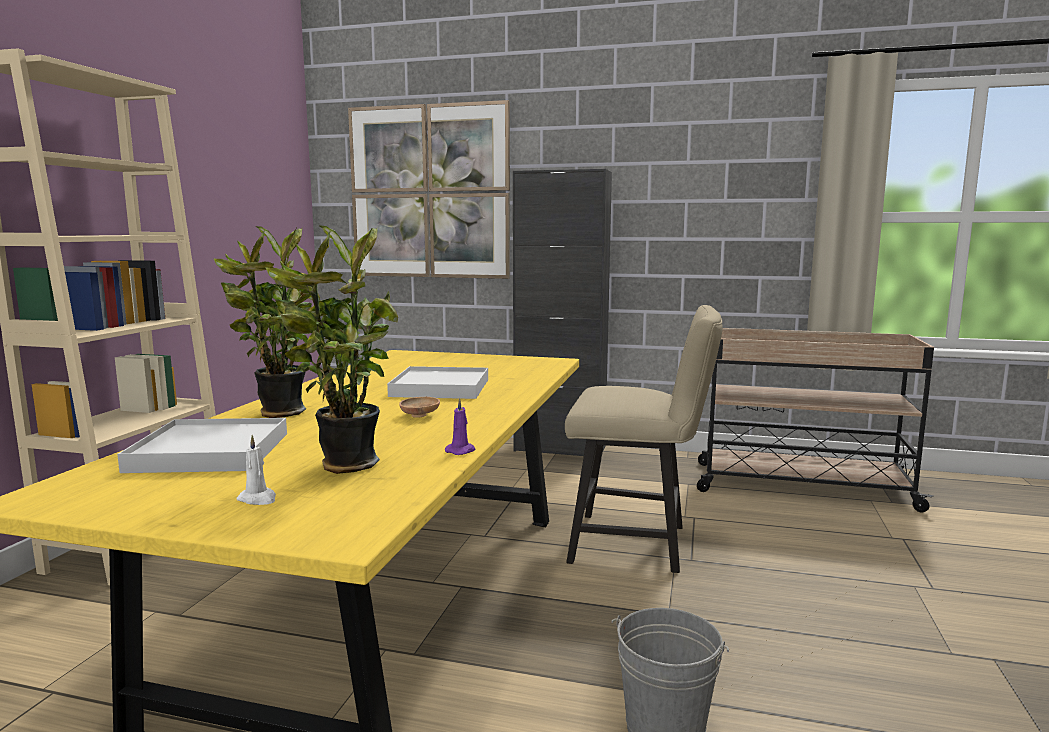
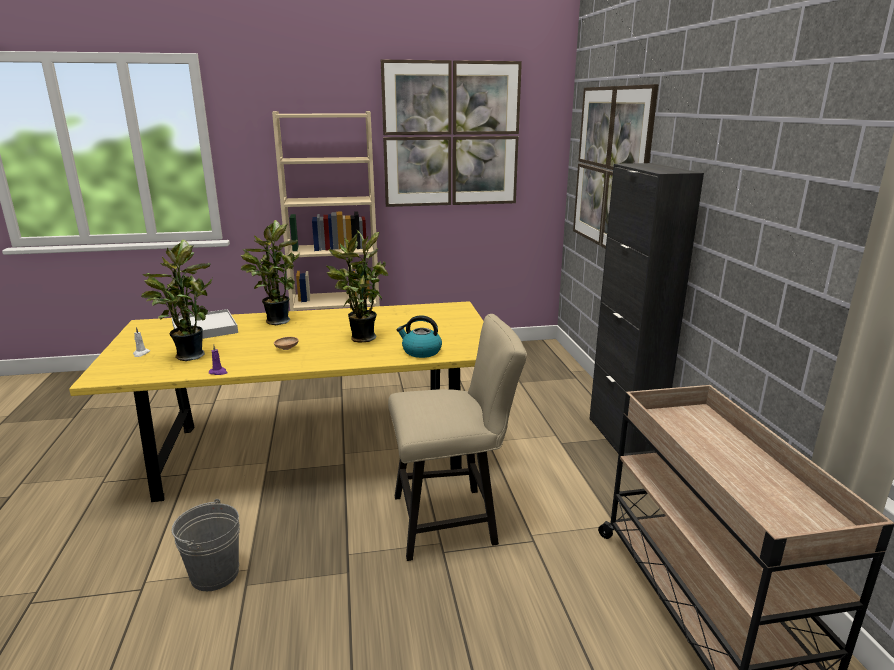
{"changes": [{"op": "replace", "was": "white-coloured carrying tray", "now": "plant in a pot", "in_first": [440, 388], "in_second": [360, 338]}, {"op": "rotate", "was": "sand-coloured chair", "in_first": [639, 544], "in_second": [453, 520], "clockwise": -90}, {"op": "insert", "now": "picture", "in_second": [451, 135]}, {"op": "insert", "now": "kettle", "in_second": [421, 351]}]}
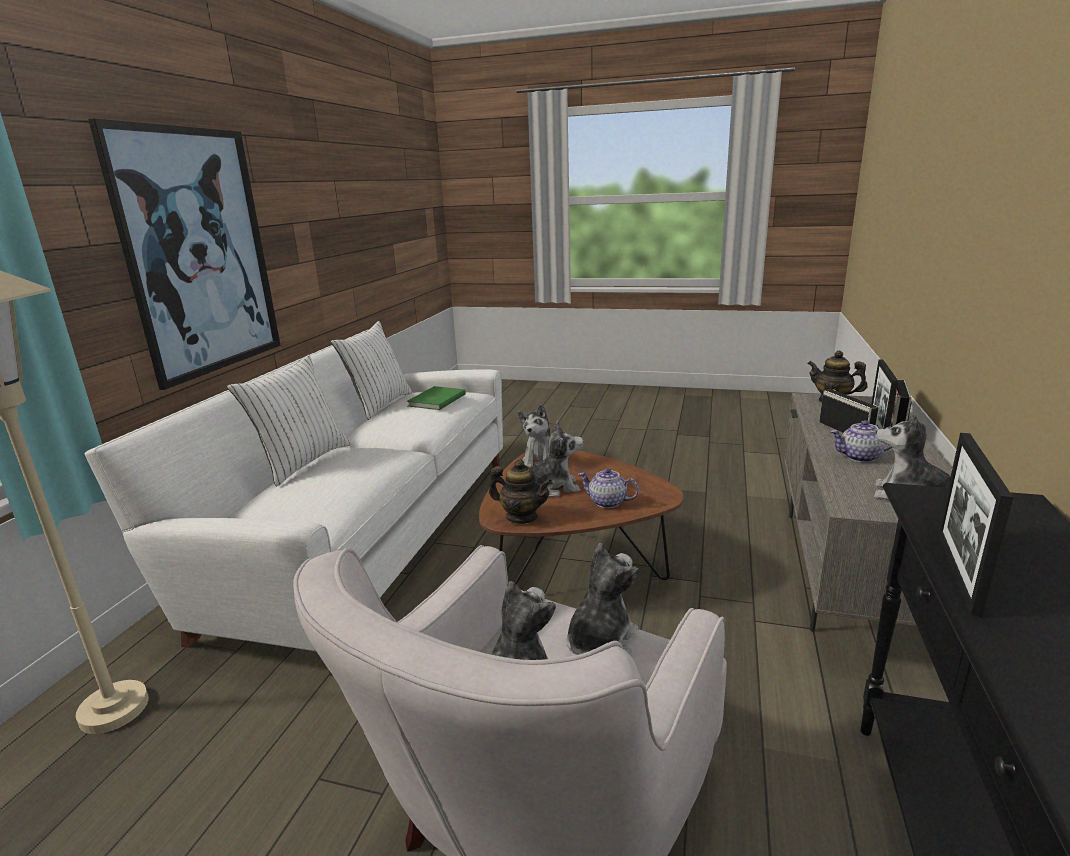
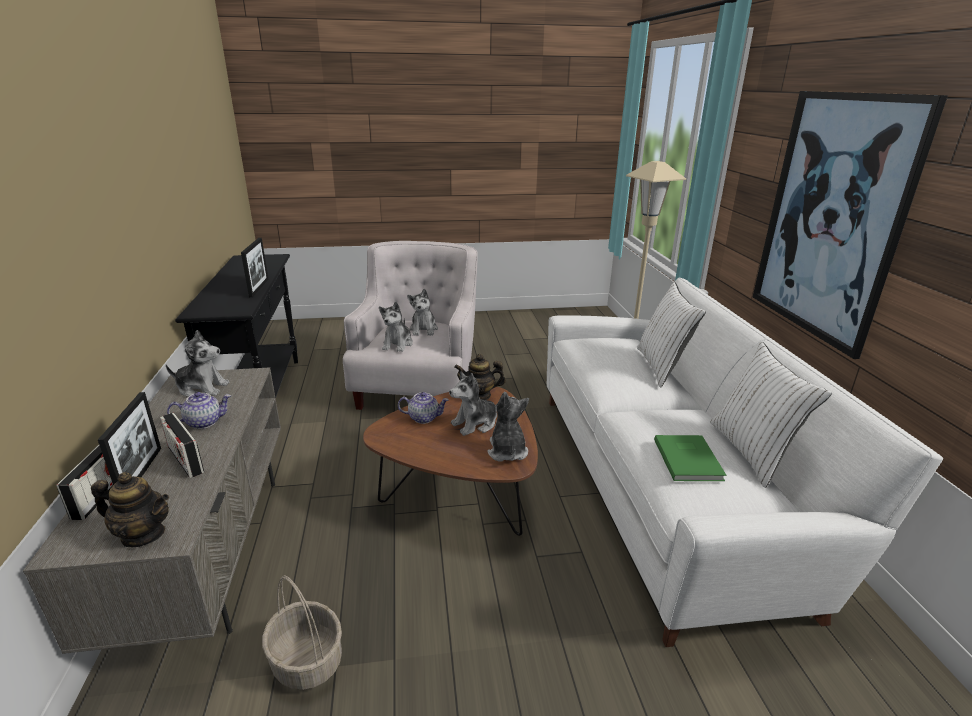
{"changes": [{"op": "insert", "now": "household basket", "in_second": [306, 661]}]}
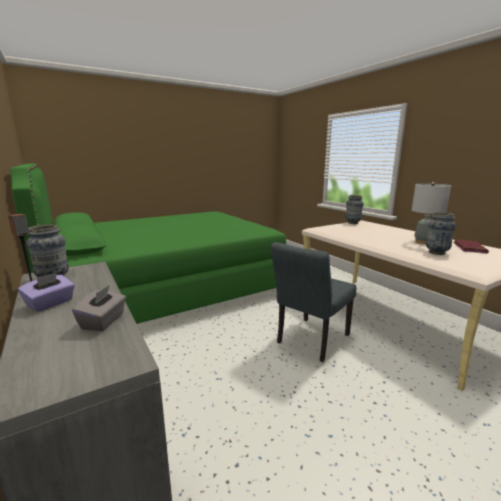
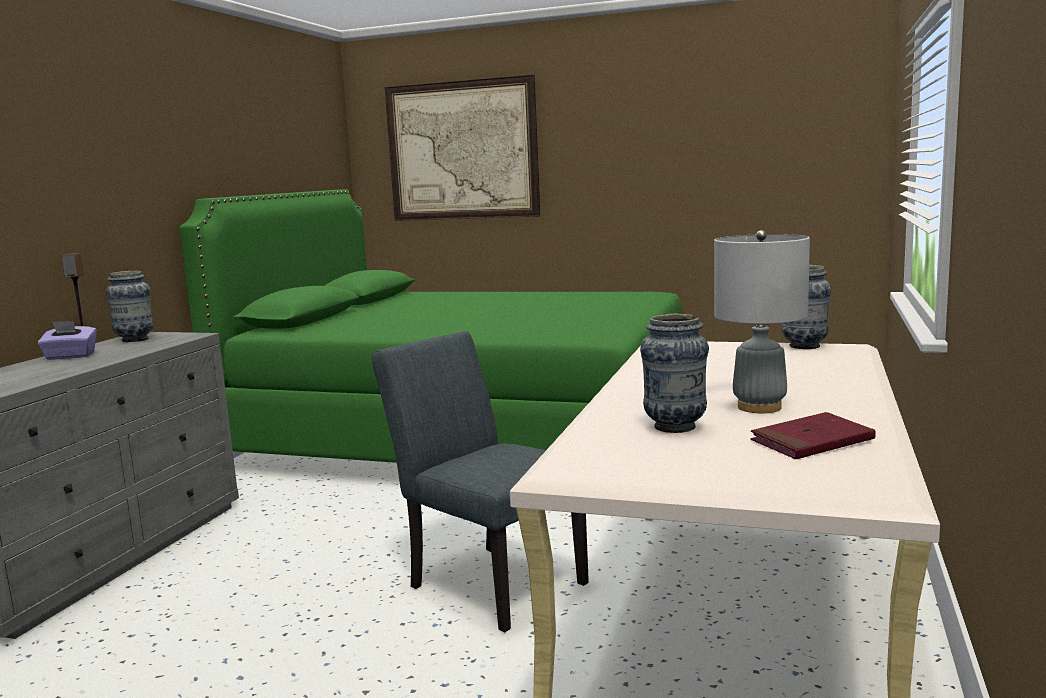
{"changes": [{"op": "delete", "was": "greyish box of tissues", "in_first": [103, 321]}, {"op": "rotate", "was": "greyish chair", "in_first": [310, 341], "in_second": [488, 581], "clockwise": 45}, {"op": "insert", "now": "picture", "in_second": [462, 151]}]}
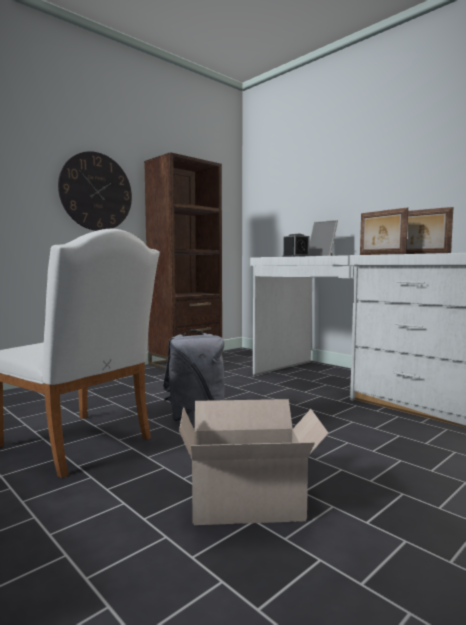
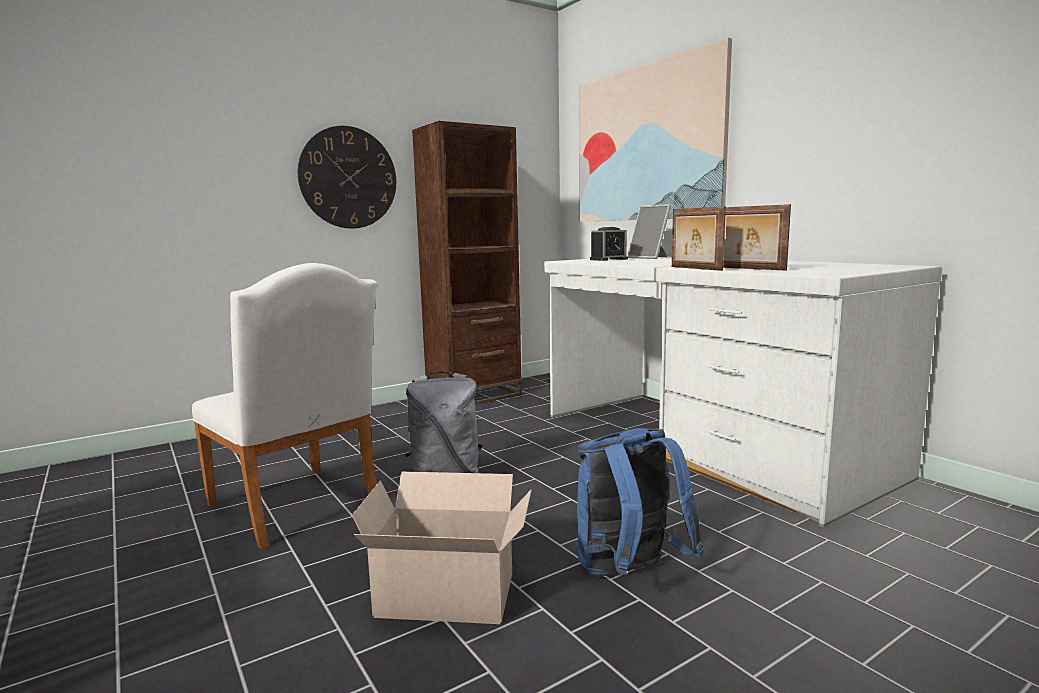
{"changes": [{"op": "insert", "now": "blue backpack", "in_second": [629, 574]}, {"op": "insert", "now": "picture", "in_second": [646, 144]}]}
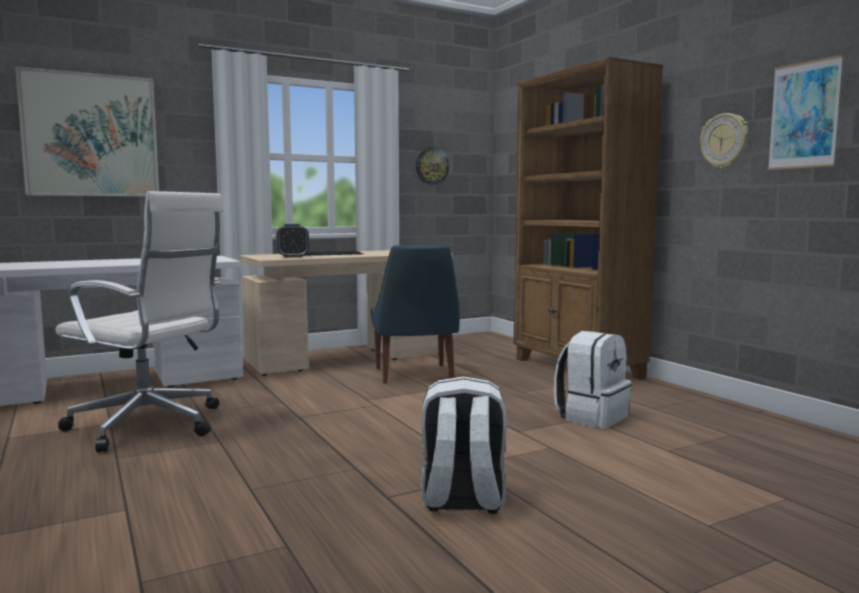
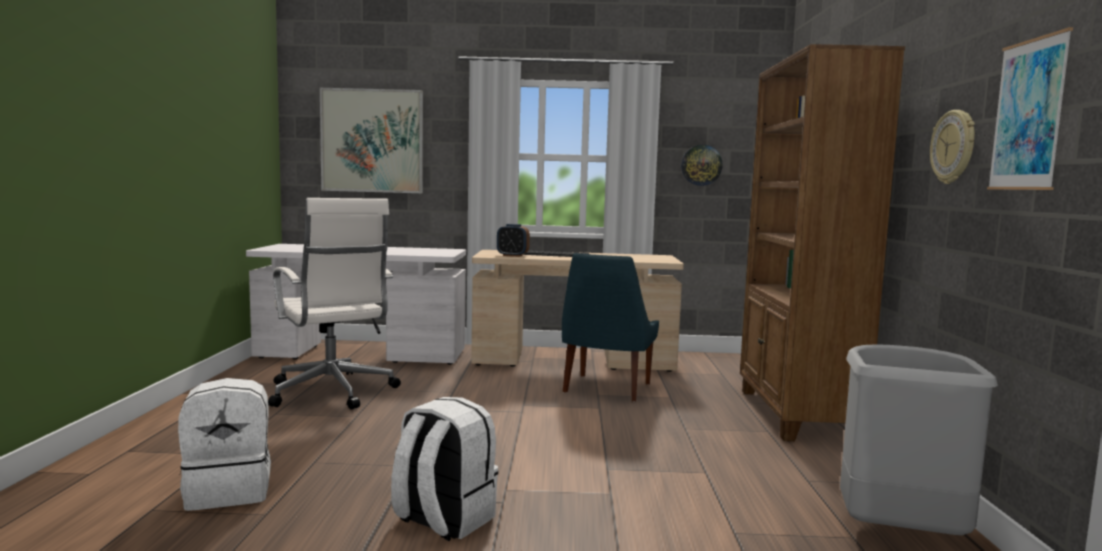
{"changes": [{"op": "move", "was": "white-coloured backpack", "in_first": [591, 417], "in_second": [229, 491]}, {"op": "insert", "now": "greyish rubbish bin", "in_second": [897, 535]}]}
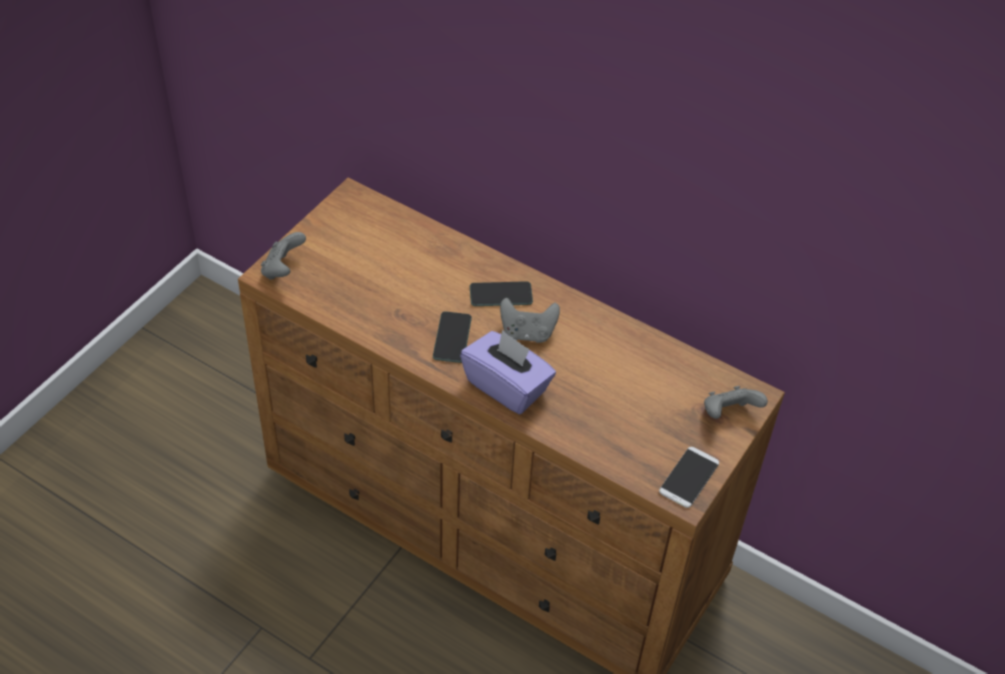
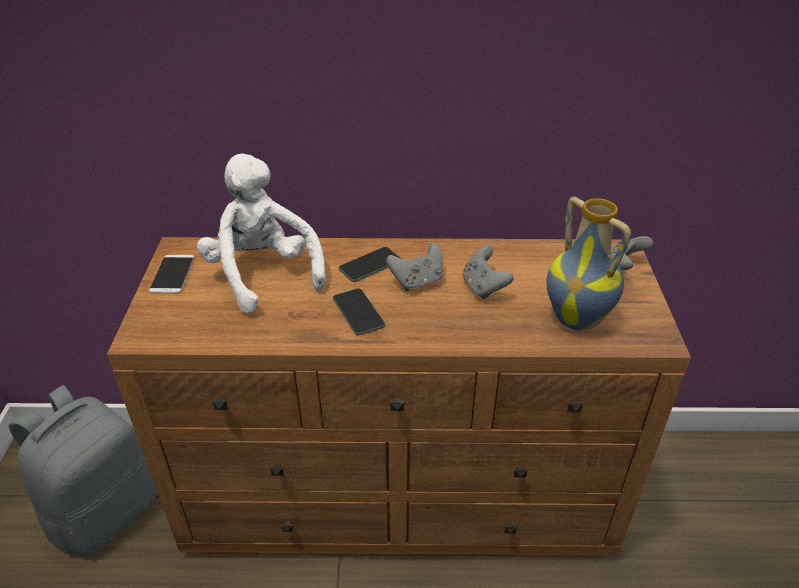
{"changes": [{"op": "move", "was": "greyish game controller", "in_first": [283, 269], "in_second": [483, 287]}, {"op": "delete", "was": "purplish box of tissues", "in_first": [507, 386]}, {"op": "move", "was": "telephone", "in_first": [689, 477], "in_second": [172, 274]}, {"op": "insert", "now": "greyish backpack", "in_second": [105, 512]}, {"op": "insert", "now": "white-coloured plush toy", "in_second": [263, 274]}, {"op": "insert", "now": "decorative vase", "in_second": [578, 318]}]}
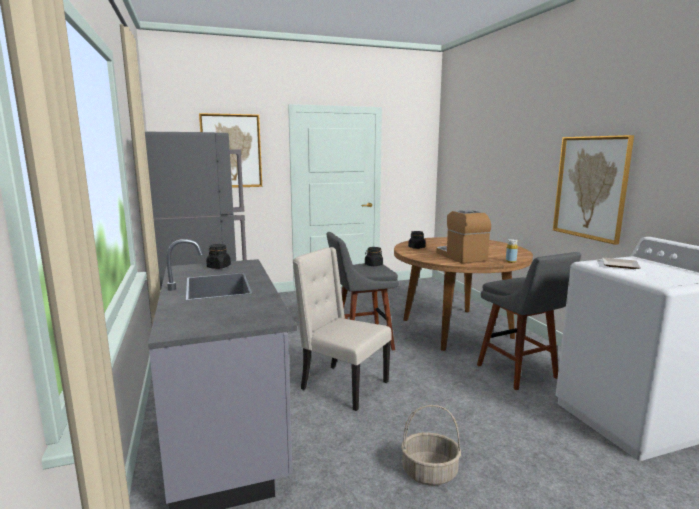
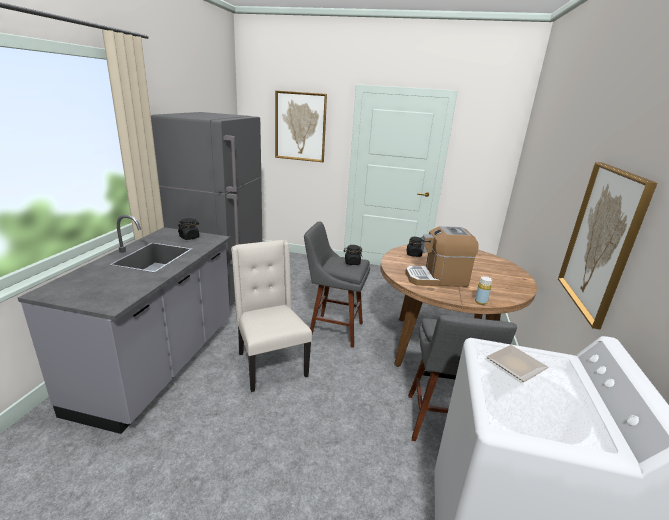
{"changes": [{"op": "delete", "was": "household basket", "in_first": [429, 473]}, {"op": "rotate", "was": "coffee machine", "in_first": [460, 256], "in_second": [437, 278], "clockwise": -105}]}
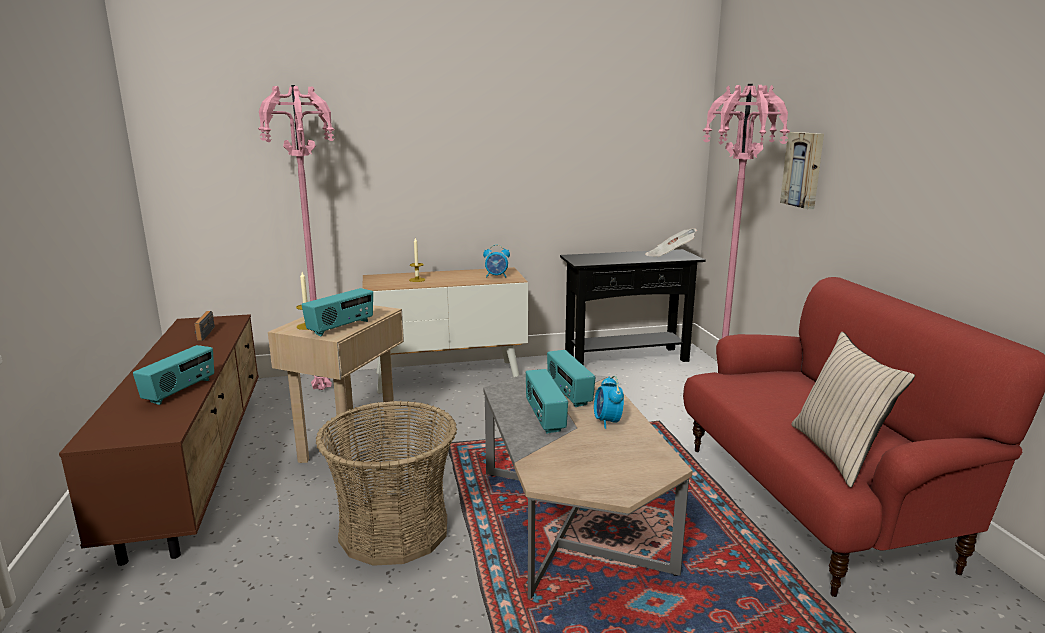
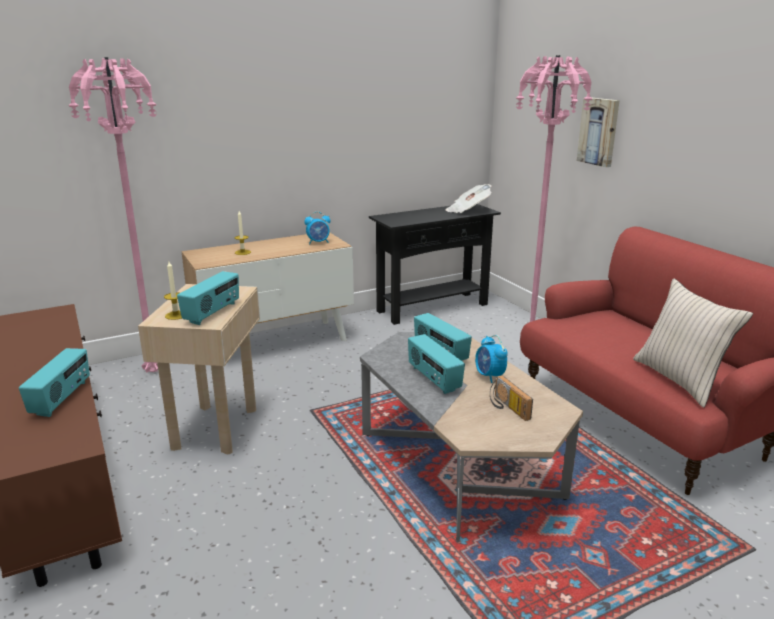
{"changes": [{"op": "move", "was": "radio", "in_first": [202, 334], "in_second": [507, 408]}, {"op": "delete", "was": "household basket", "in_first": [394, 530]}]}
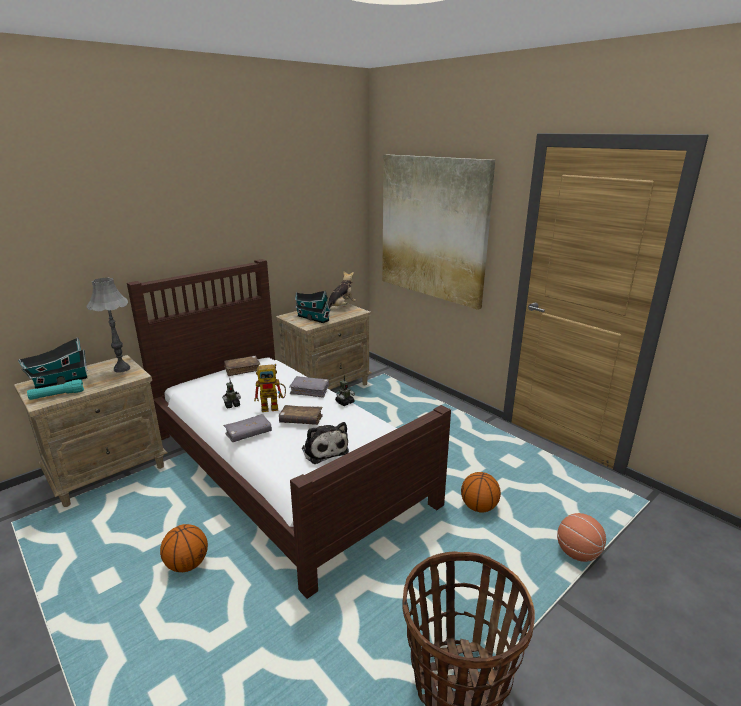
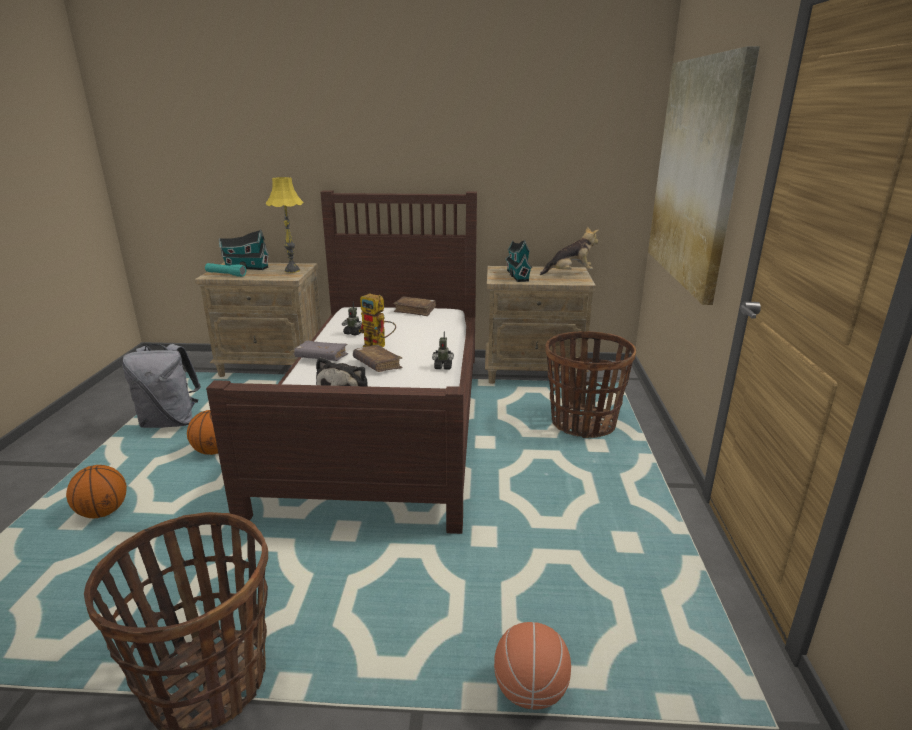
{"changes": [{"op": "recolor", "was": "greyish lamp for a table", "now": "yellow lamp for a table", "in_first": [122, 369], "in_second": [292, 271]}, {"op": "delete", "was": "greyish volume", "in_first": [310, 390]}, {"op": "move", "was": "basketball", "in_first": [478, 507], "in_second": [103, 512]}, {"op": "insert", "now": "greyish backpack", "in_second": [171, 422]}, {"op": "insert", "now": "household basket", "in_second": [582, 423]}]}
